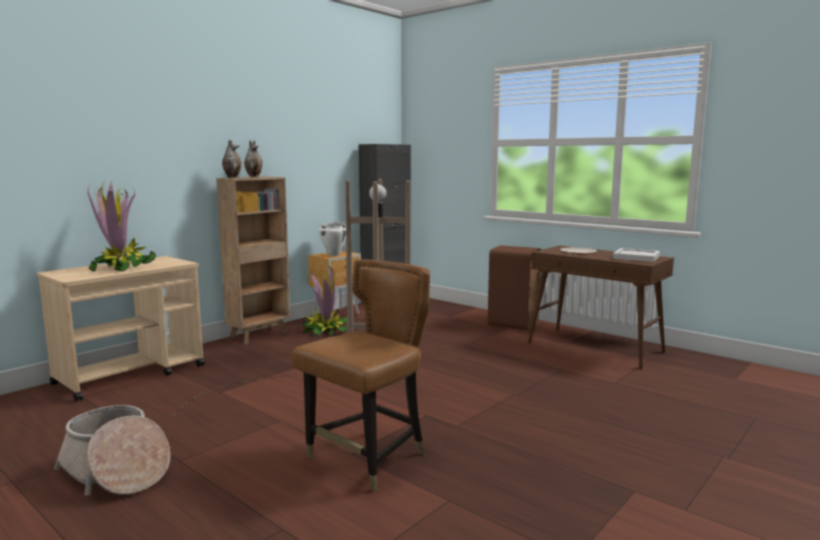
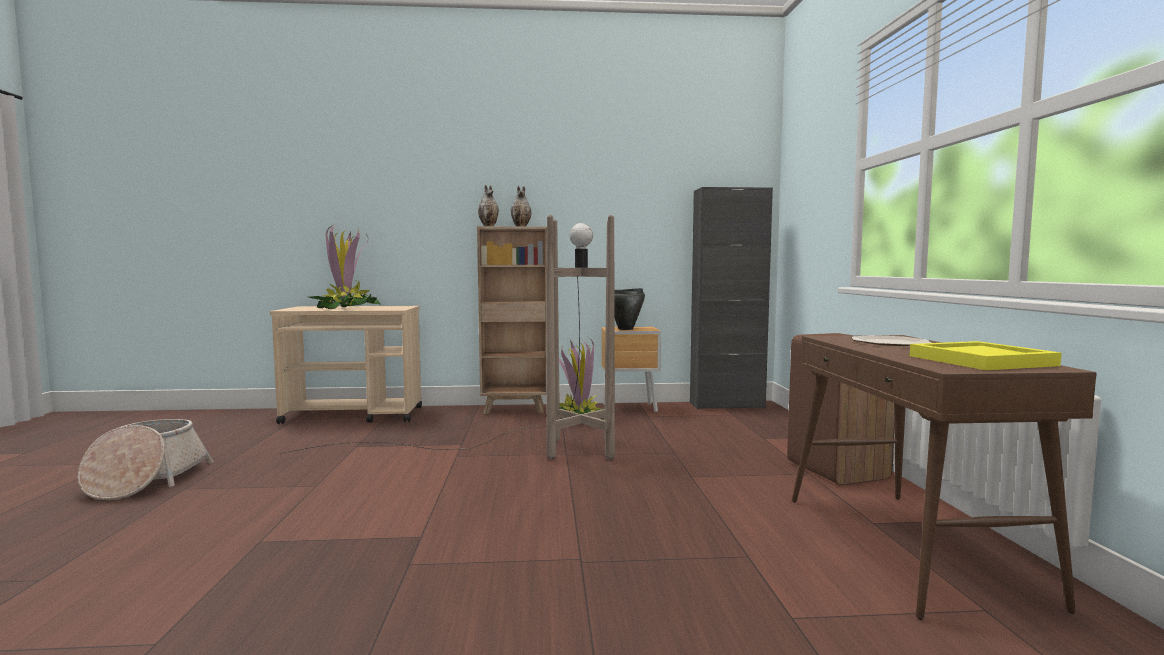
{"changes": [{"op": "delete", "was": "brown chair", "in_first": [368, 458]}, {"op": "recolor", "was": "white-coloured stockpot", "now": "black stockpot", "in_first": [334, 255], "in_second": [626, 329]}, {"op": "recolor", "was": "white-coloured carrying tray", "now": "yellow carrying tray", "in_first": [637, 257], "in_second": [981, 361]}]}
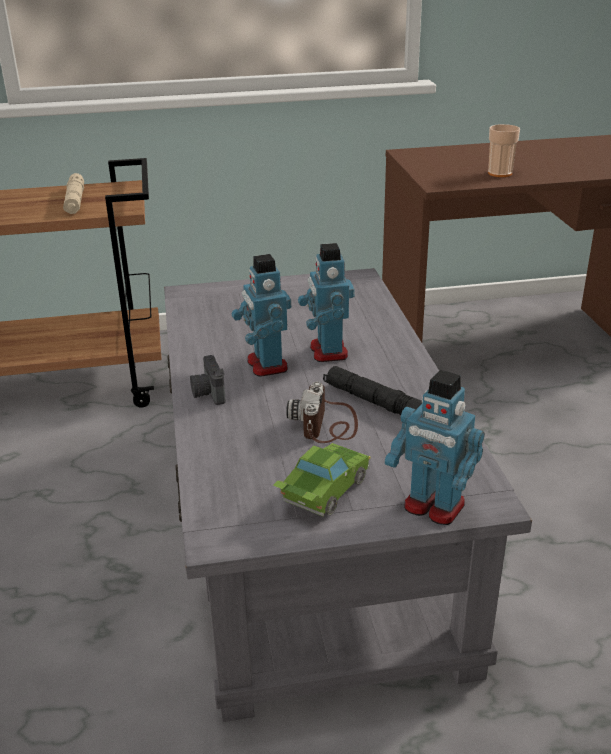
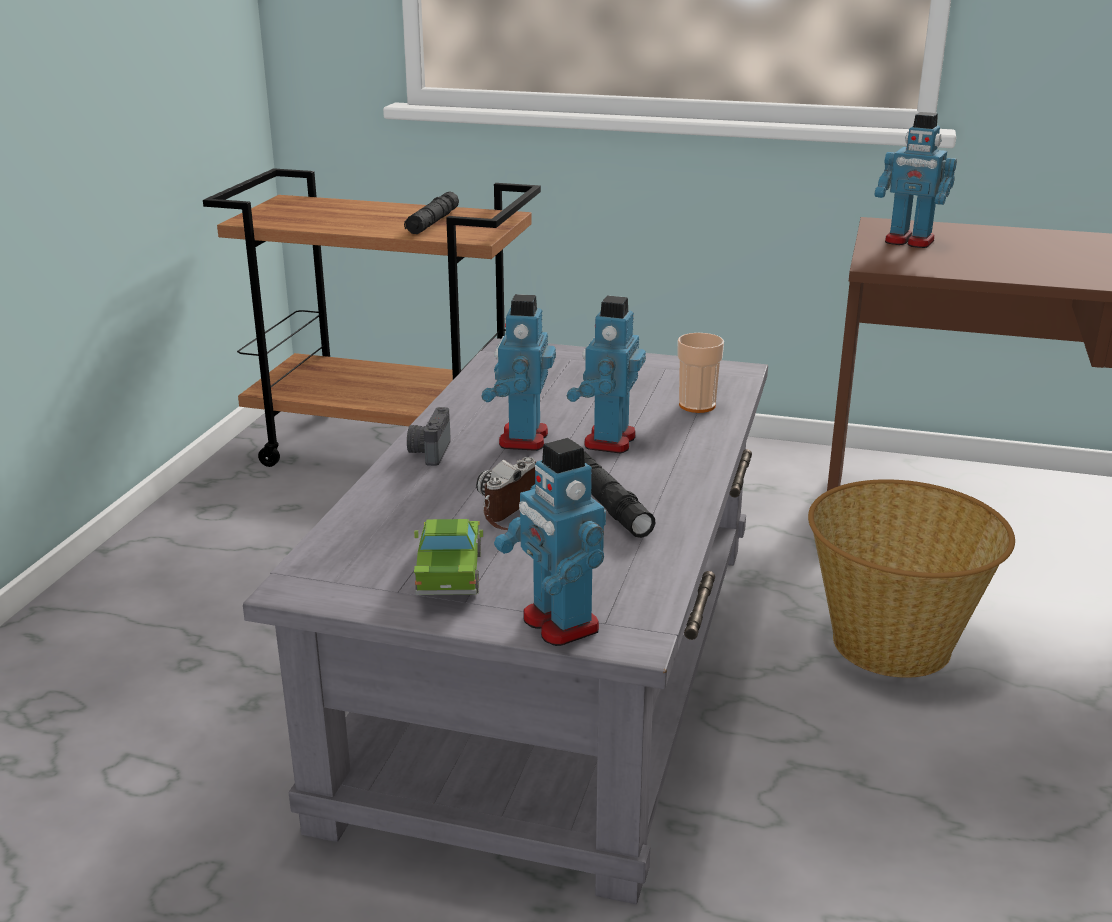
{"changes": [{"op": "recolor", "was": "sand-coloured torch", "now": "black torch", "in_first": [75, 201], "in_second": [433, 222]}, {"op": "rotate", "was": "green toy car", "in_first": [323, 493], "in_second": [449, 577], "clockwise": -60}, {"op": "move", "was": "small cup", "in_first": [500, 173], "in_second": [697, 405]}, {"op": "insert", "now": "household basket", "in_second": [892, 642]}, {"op": "insert", "now": "model robot", "in_second": [909, 242]}]}
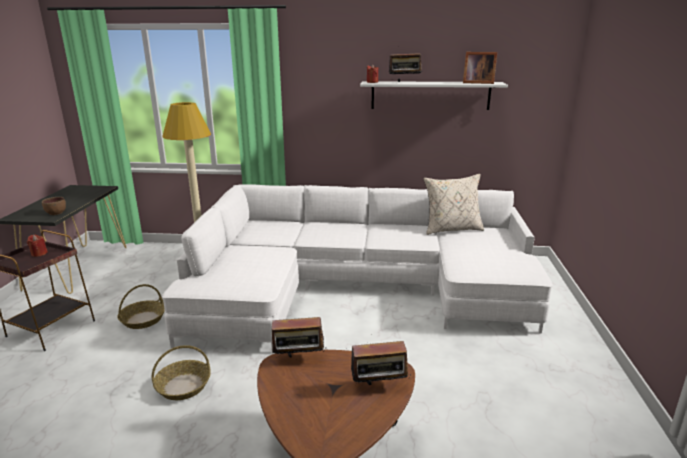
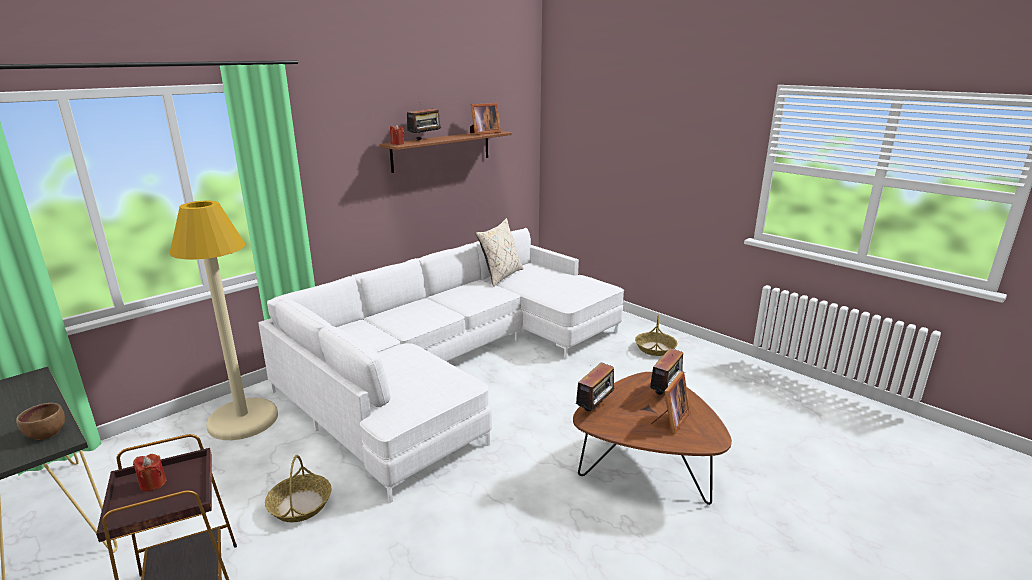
{"changes": [{"op": "move", "was": "household basket", "in_first": [183, 386], "in_second": [655, 349]}, {"op": "recolor", "was": "white-coloured shelf", "now": "brown shelf", "in_first": [430, 95], "in_second": [442, 150]}, {"op": "insert", "now": "photo frame", "in_second": [671, 420]}]}
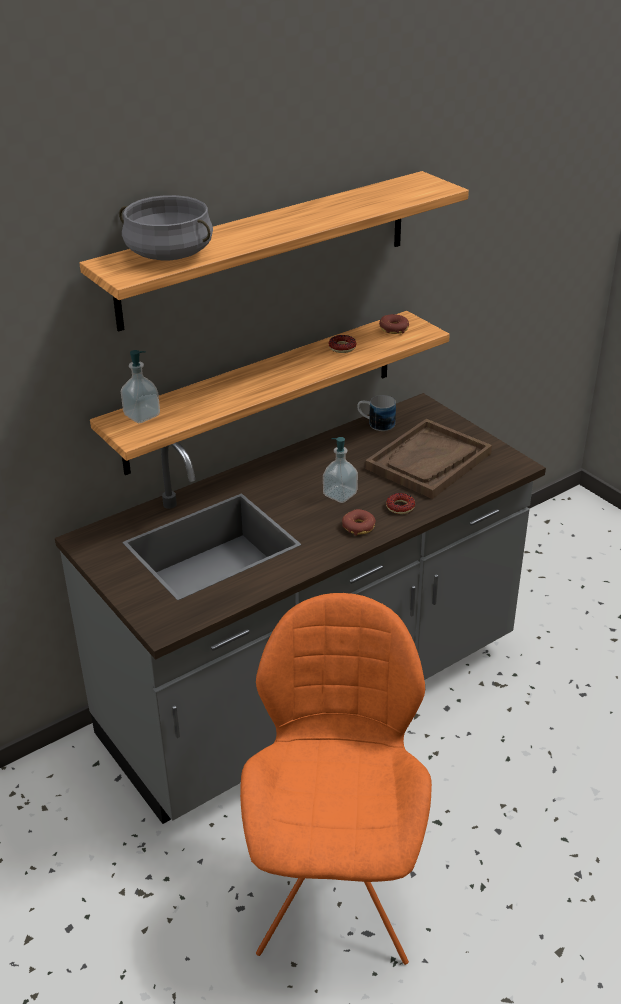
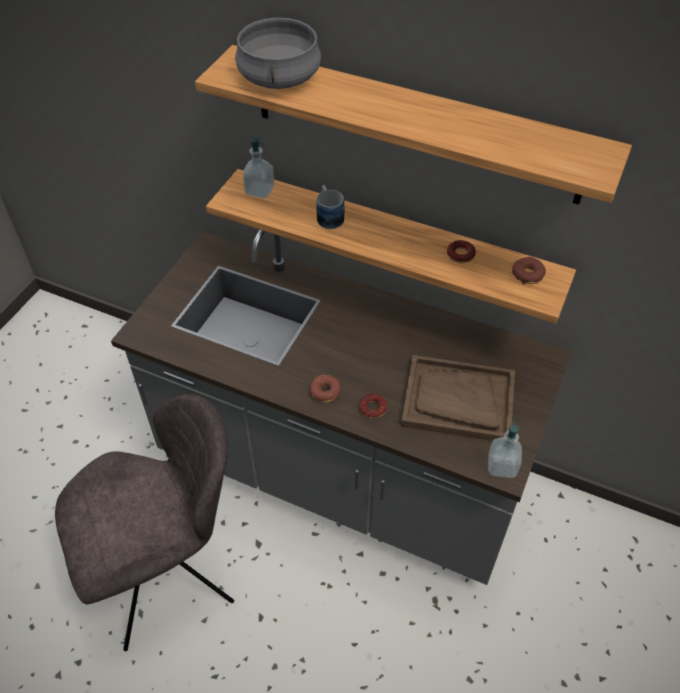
{"changes": [{"op": "recolor", "was": "orangey chair", "now": "greyish chair", "in_first": [336, 887], "in_second": [169, 575]}, {"op": "move", "was": "soap bottle", "in_first": [340, 495], "in_second": [502, 466]}, {"op": "move", "was": "mug", "in_first": [376, 424], "in_second": [328, 216]}]}
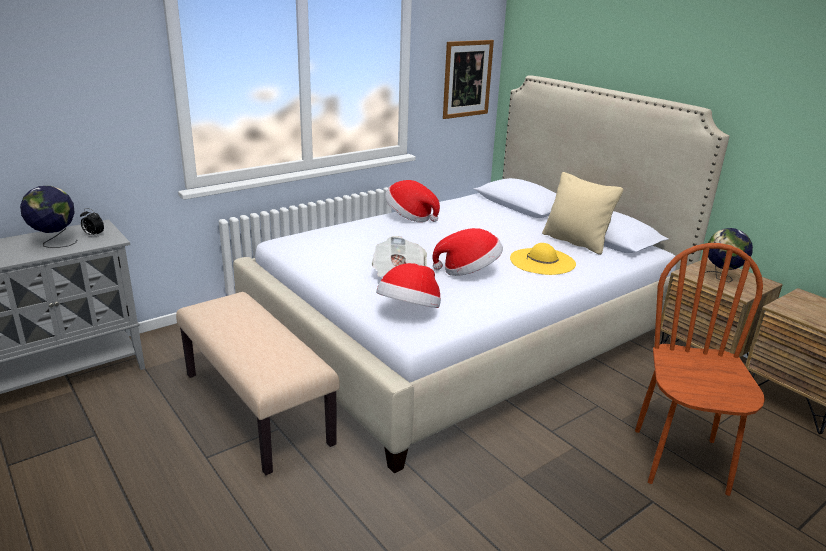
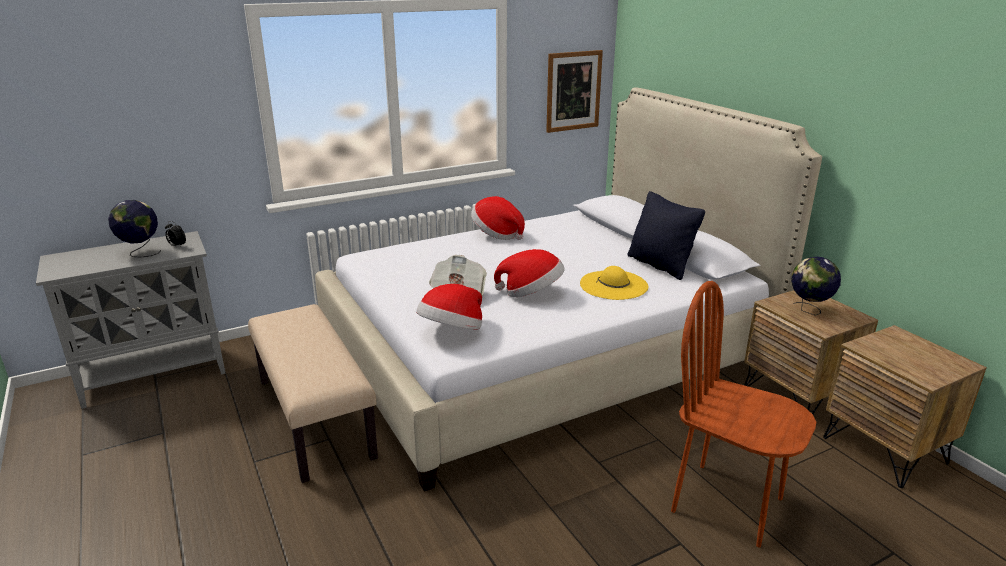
{"changes": [{"op": "recolor", "was": "sand-coloured pillow", "now": "black pillow", "in_first": [575, 242], "in_second": [660, 265]}, {"op": "rotate", "was": "brown chair", "in_first": [681, 461], "in_second": [727, 504], "clockwise": -75}]}
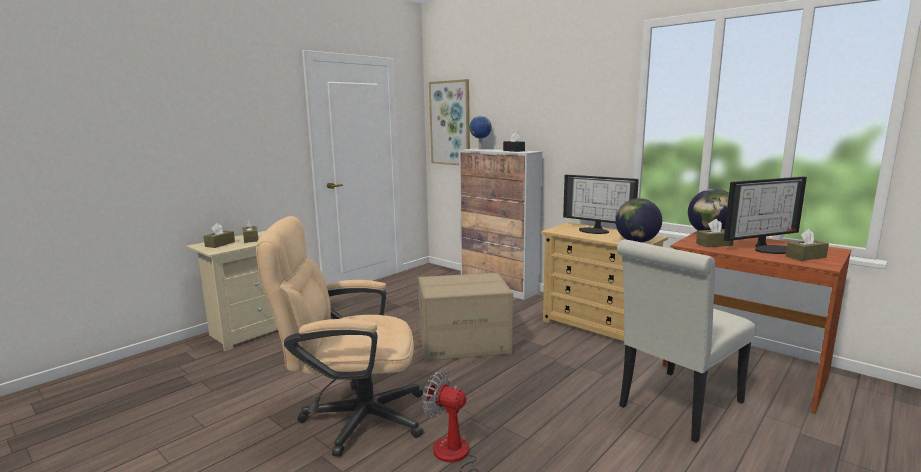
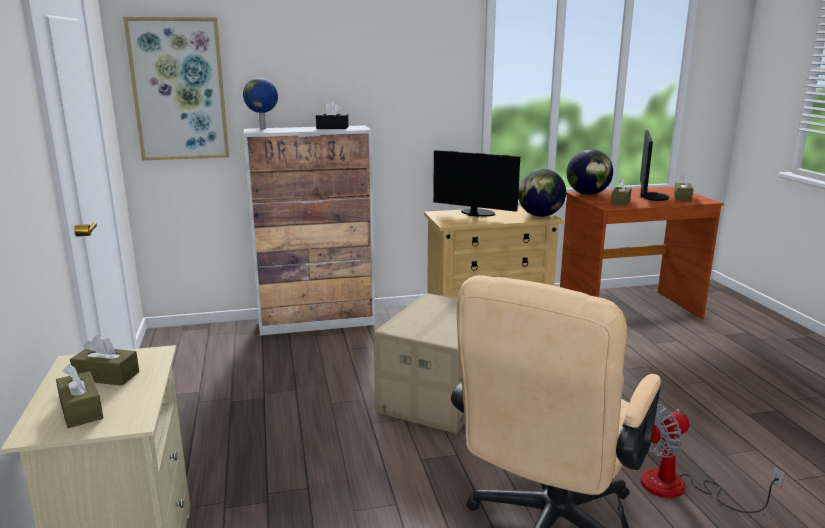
{"changes": [{"op": "rotate", "was": "computer display", "in_first": [595, 230], "in_second": [476, 214], "clockwise": -135}, {"op": "delete", "was": "white-coloured chair", "in_first": [676, 407]}]}
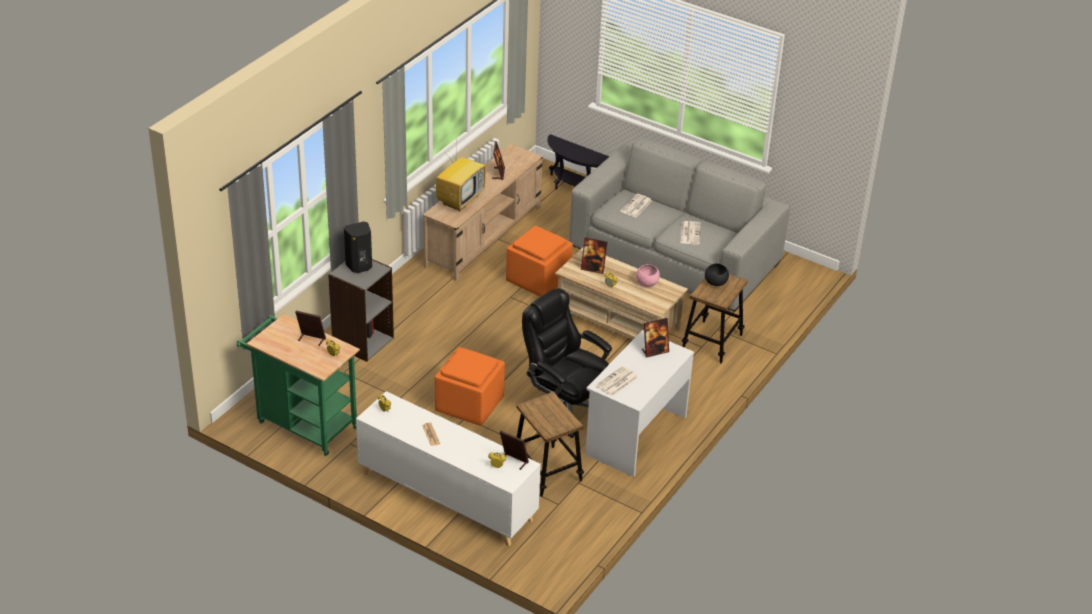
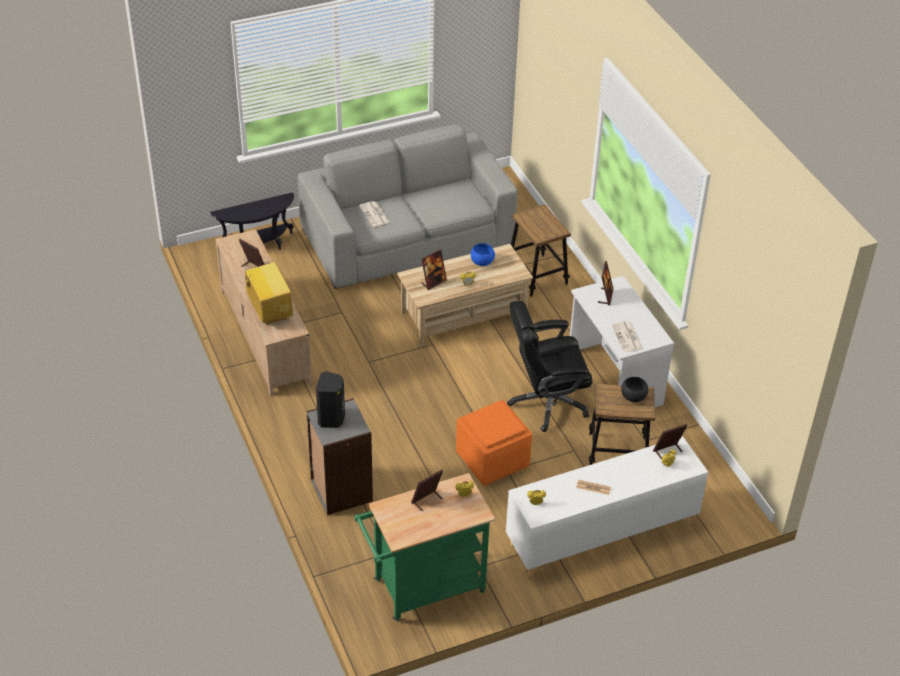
{"changes": [{"op": "delete", "was": "orangey footrest", "in_first": [538, 279]}, {"op": "recolor", "was": "pink-coloured deep dish", "now": "blue deep dish", "in_first": [647, 283], "in_second": [482, 262]}, {"op": "delete", "was": "daily paper", "in_first": [690, 233]}, {"op": "move", "was": "black deep dish", "in_first": [716, 282], "in_second": [633, 396]}]}
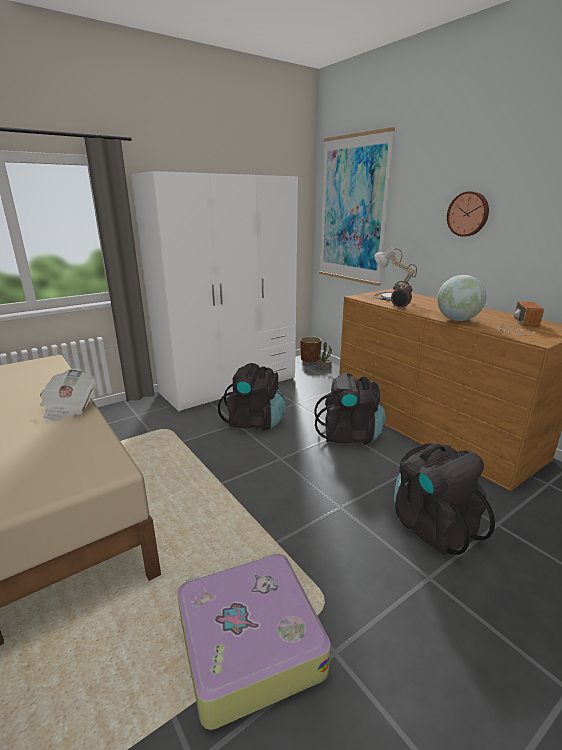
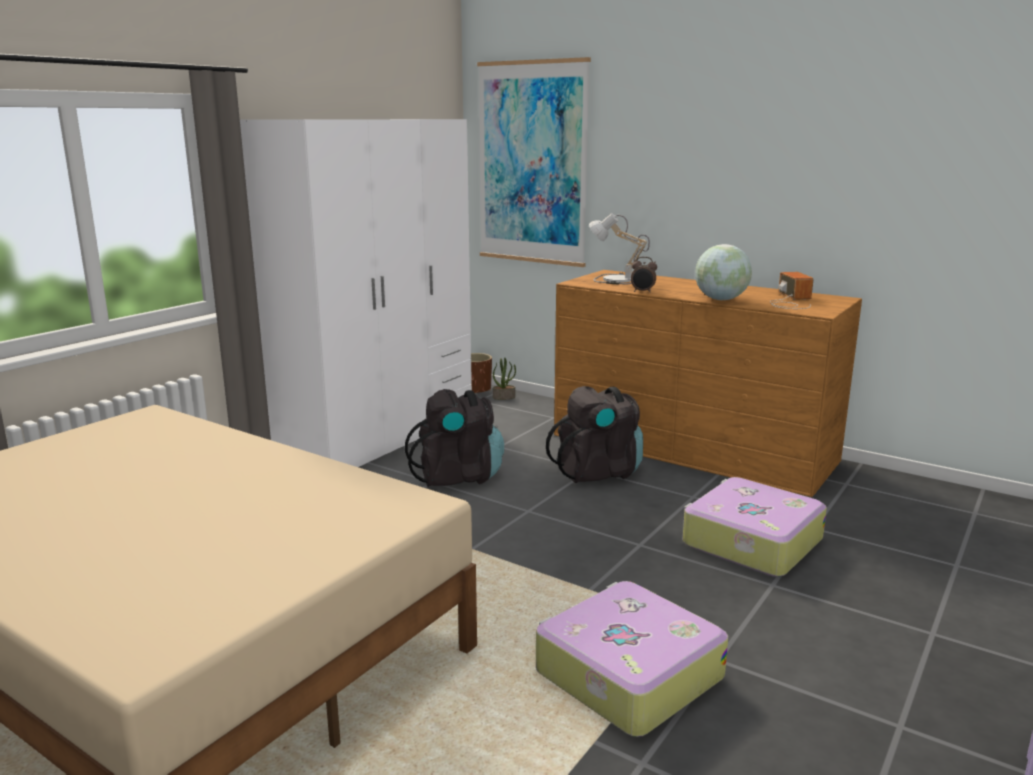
{"changes": [{"op": "delete", "was": "daily paper", "in_first": [69, 408]}, {"op": "replace", "was": "black backpack", "now": "travel case", "in_first": [432, 525], "in_second": [750, 542]}, {"op": "delete", "was": "clock on the wall", "in_first": [468, 214]}]}
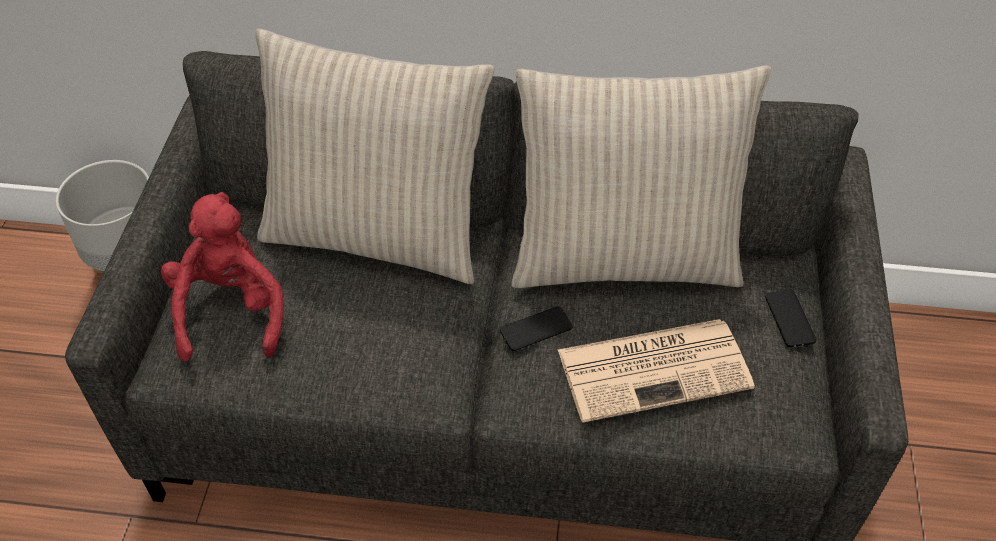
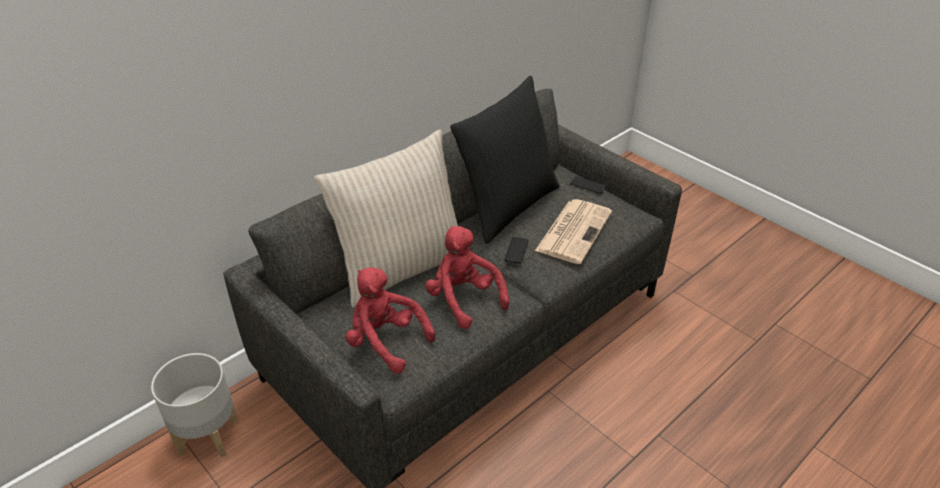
{"changes": [{"op": "recolor", "was": "sand-coloured pillow", "now": "black pillow", "in_first": [624, 257], "in_second": [507, 206]}, {"op": "insert", "now": "red-coloured plush toy", "in_second": [464, 299]}]}
